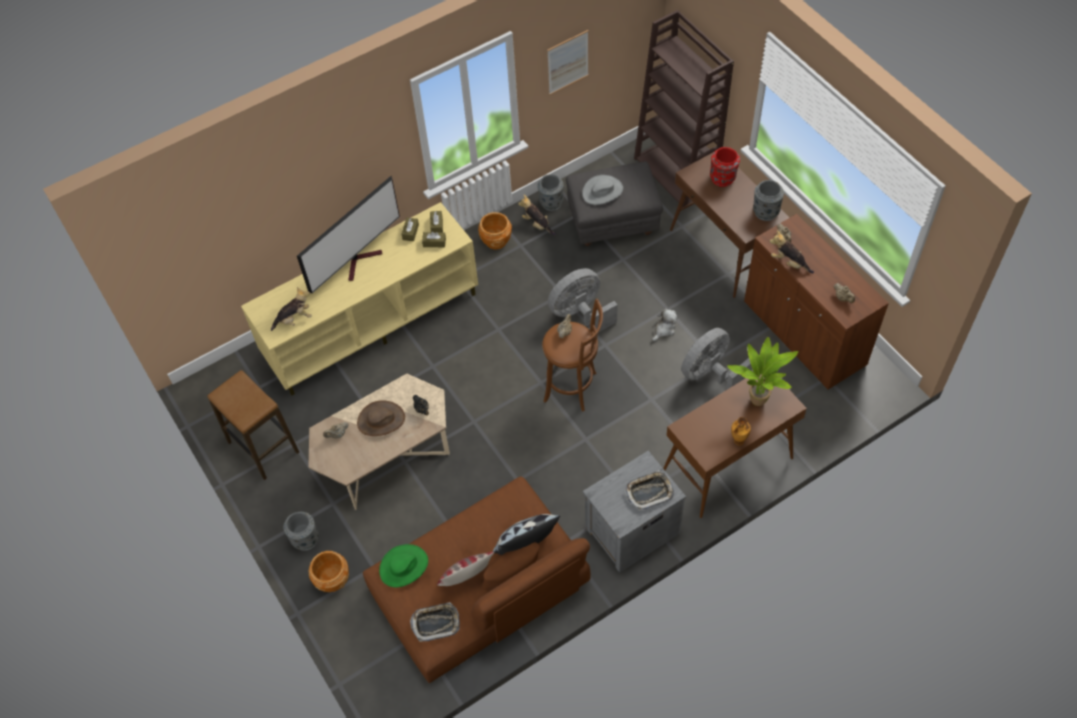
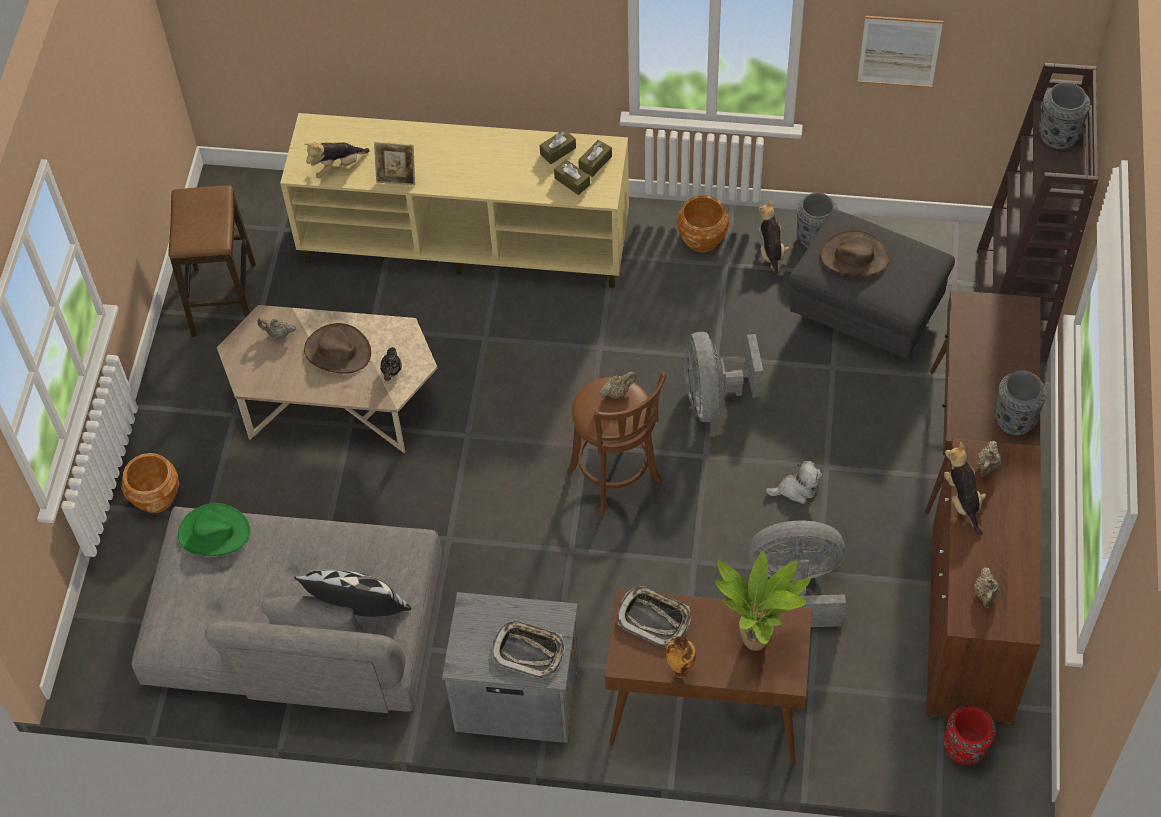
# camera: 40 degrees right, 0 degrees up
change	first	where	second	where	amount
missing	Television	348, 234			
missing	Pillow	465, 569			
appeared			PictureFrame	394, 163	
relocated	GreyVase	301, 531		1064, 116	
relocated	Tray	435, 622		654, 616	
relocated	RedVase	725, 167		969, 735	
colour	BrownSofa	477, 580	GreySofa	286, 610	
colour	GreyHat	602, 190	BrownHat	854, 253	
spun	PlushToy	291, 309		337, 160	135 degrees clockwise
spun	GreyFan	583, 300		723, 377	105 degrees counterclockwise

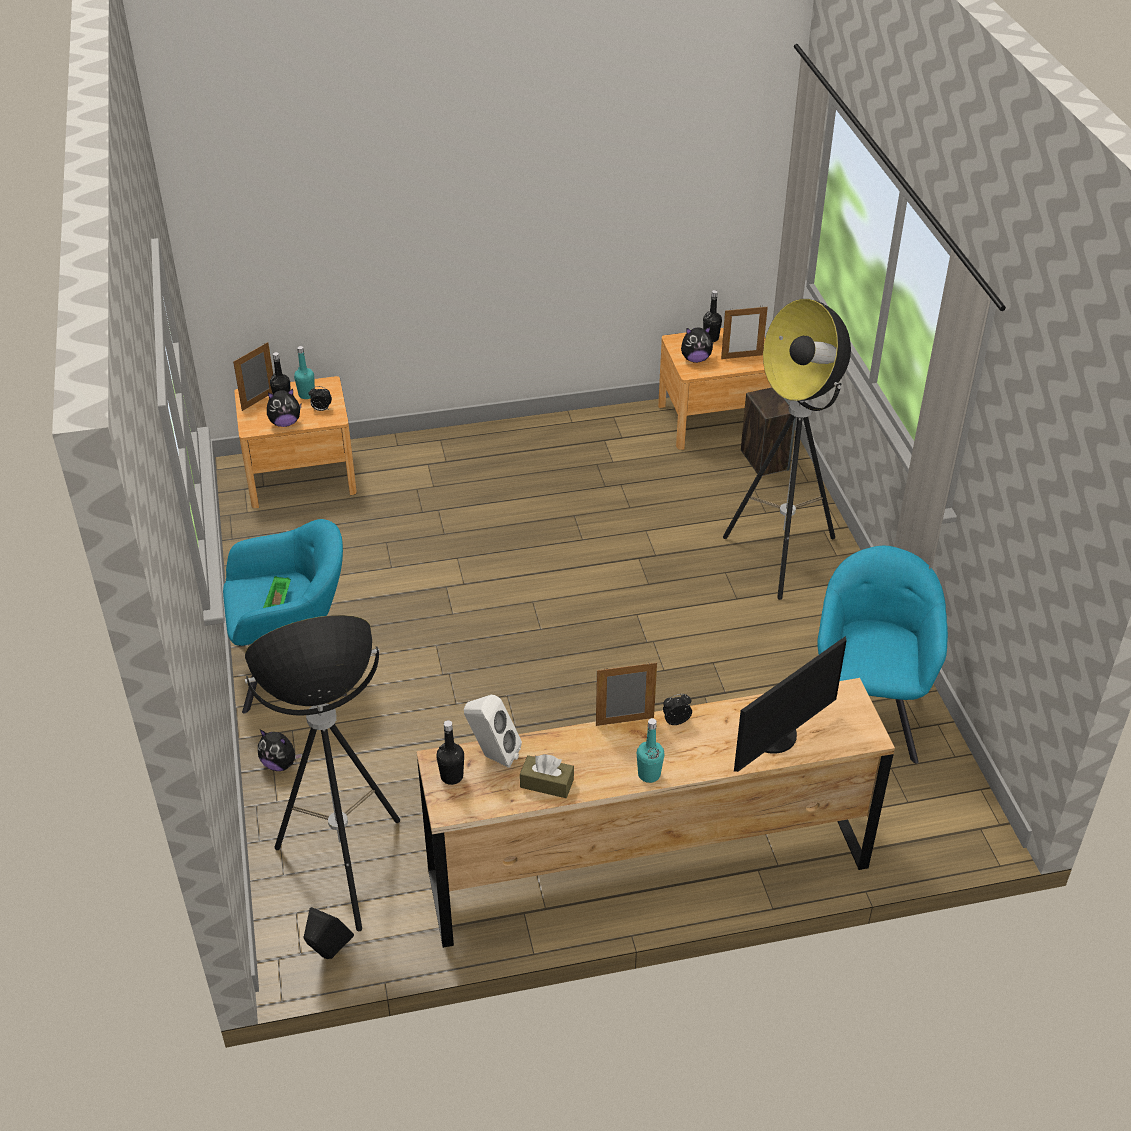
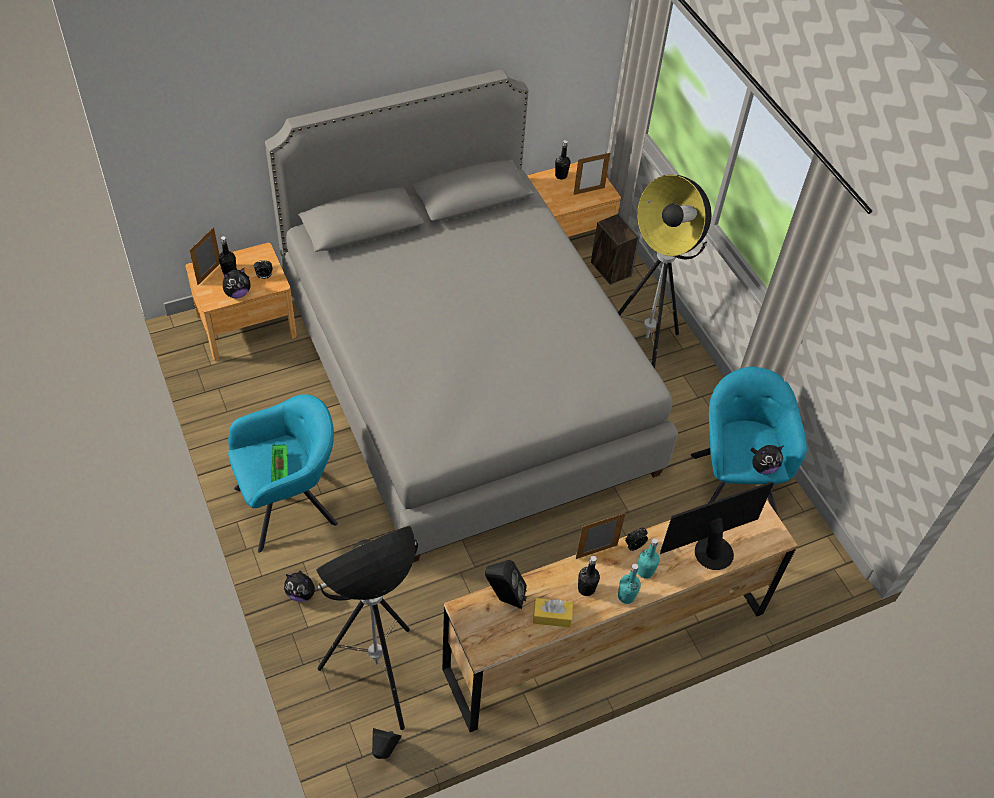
# camera: 15 degrees left, 10 degrees up
change	first	where	second	where	amount
appeared			GreyBed	471, 316	
relocated	TurquoiseBottle	304, 372		648, 558	
relocated	BlackBottle	450, 752		589, 576	
relocated	PlushToy	697, 345		766, 459	
colour	WhiteSpeaker	493, 731	BlackSpeaker	506, 584	
colour	BrownTissueBox	547, 776	YellowTissueBox	553, 612	
spun	Monitor	790, 704		717, 526	150 degrees counterclockwise

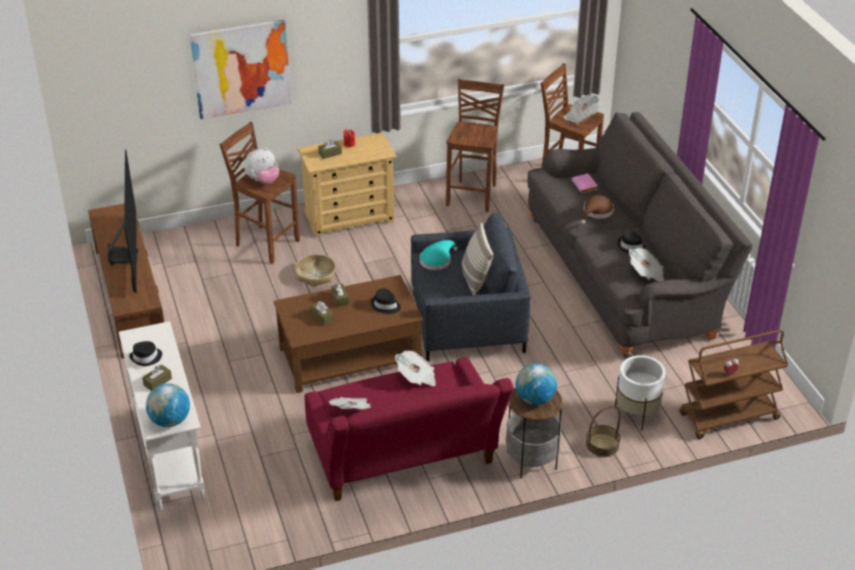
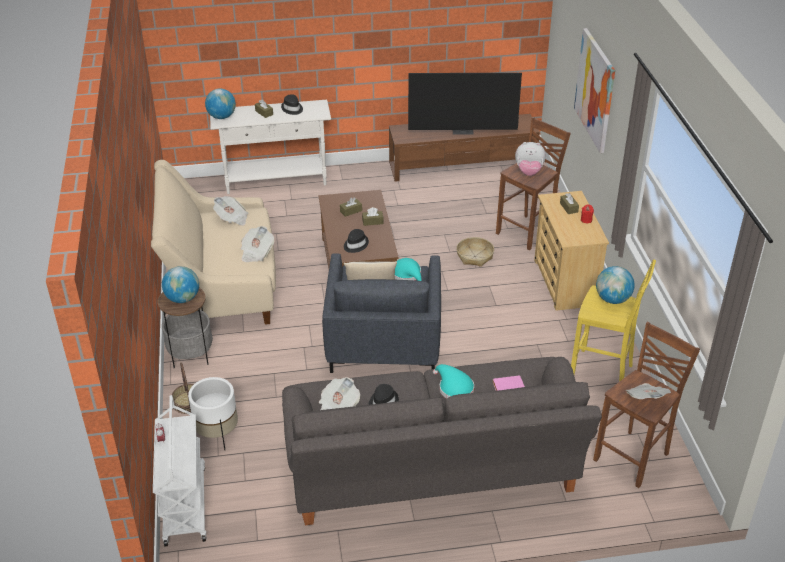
# camera: 100 degrees right, 0 degrees up
change	first	where	second	where	amount
appeared			Globe	615, 285	
colour	RedSofa	409, 429	BeigeSofa	213, 242	
colour	BrownStool	475, 145	YellowStool	613, 320	
colour	BrownHat	597, 209	TurquoiseHat	453, 381	
colour	BrownCart	734, 384	WhiteCart	180, 470	
spun	PlushToy	261, 165		530, 159	60 degrees counterclockwise

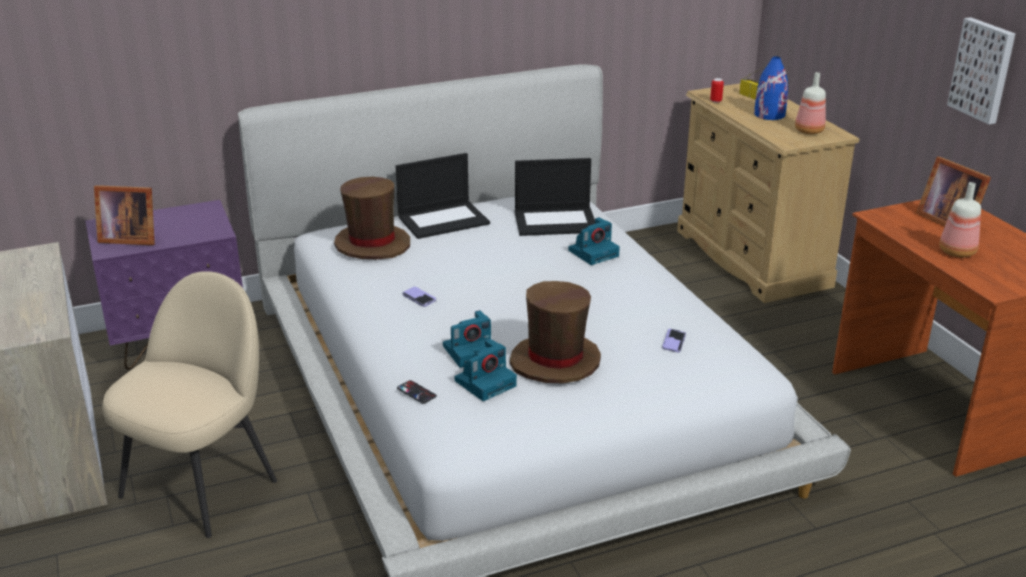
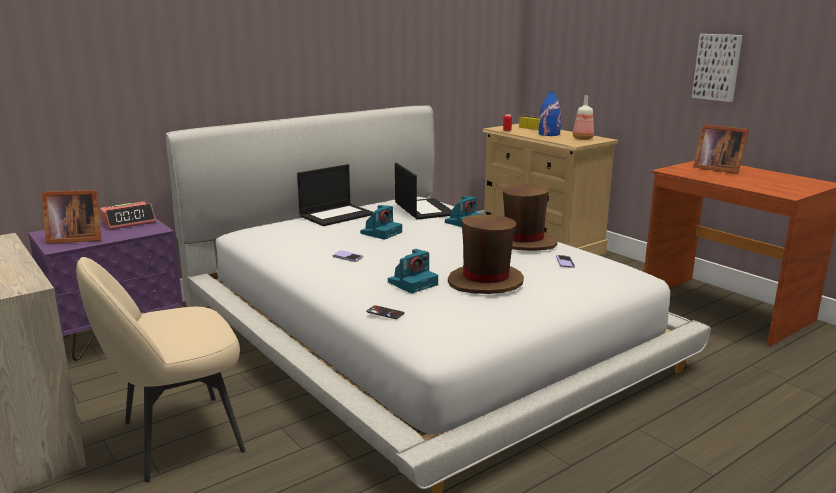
# camera: 15 degrees left, 10 degrees down
change	first	where	second	where	amount
missing	Bottle	960, 219			
appeared			AlarmClock	128, 215	
relocated	BrownHat	372, 218		529, 218	
relocated	PhotoCamera	486, 370		381, 222	
spun	BeigeChair	189, 404		161, 369	135 degrees counterclockwise
spun	Laptop	555, 197		423, 191	90 degrees counterclockwise

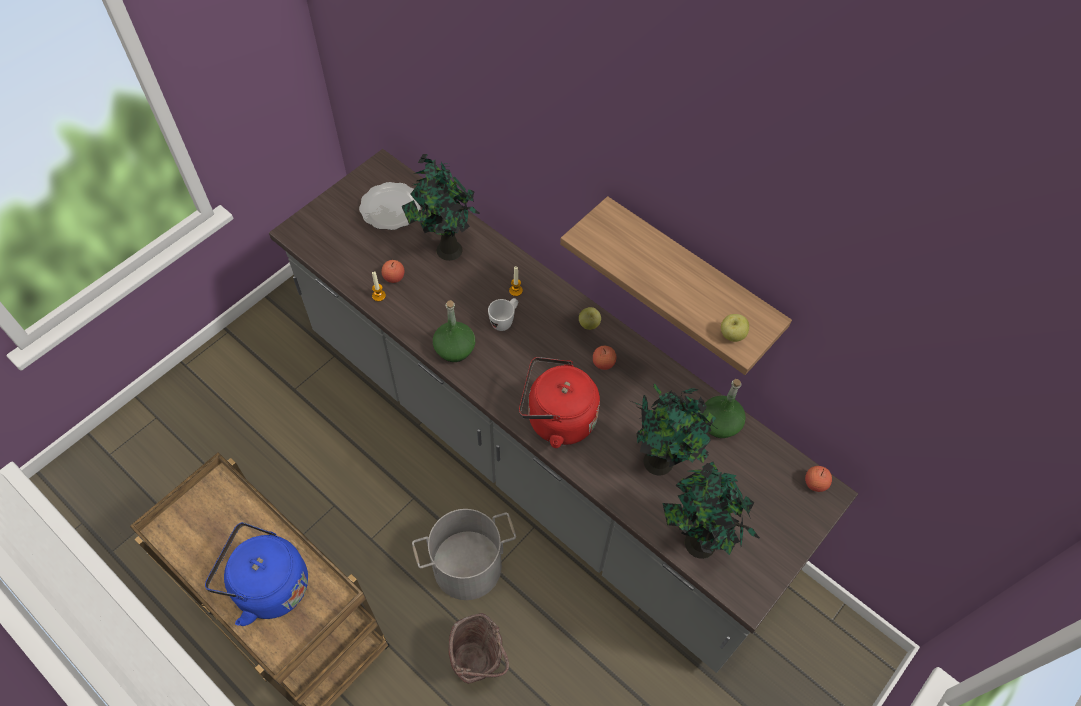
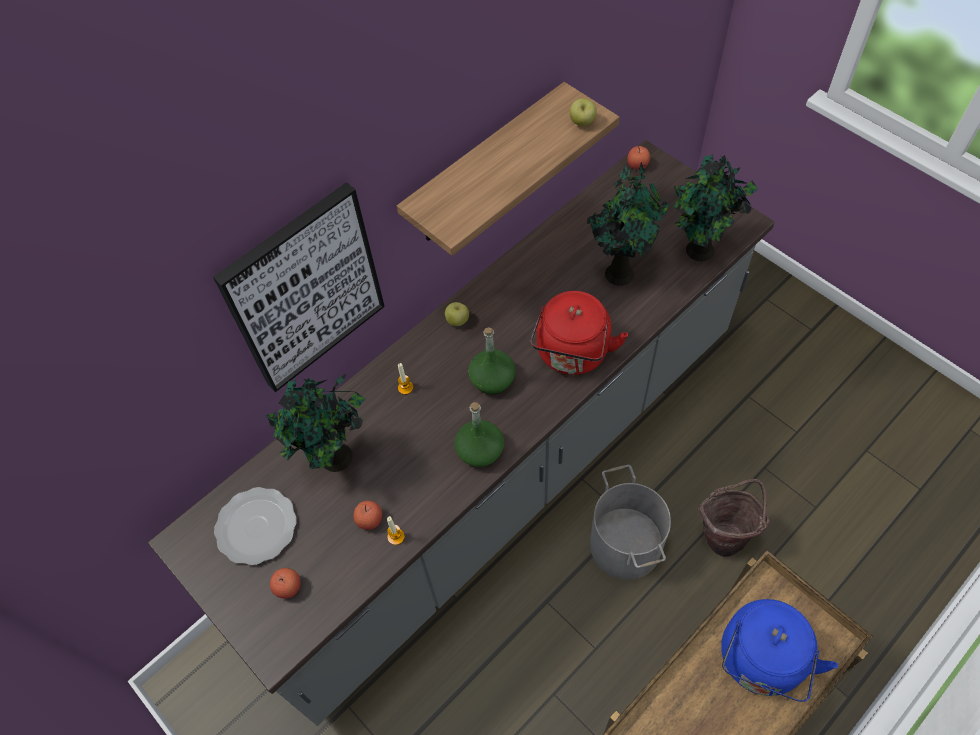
# camera: 80 degrees left, 0 degrees up
change	first	where	second	where	amount
missing	WhiteMug	503, 314			
appeared			Picture	299, 287	
relocated	Apple	604, 358		285, 583	
relocated	GreenBottle	723, 408		492, 360	

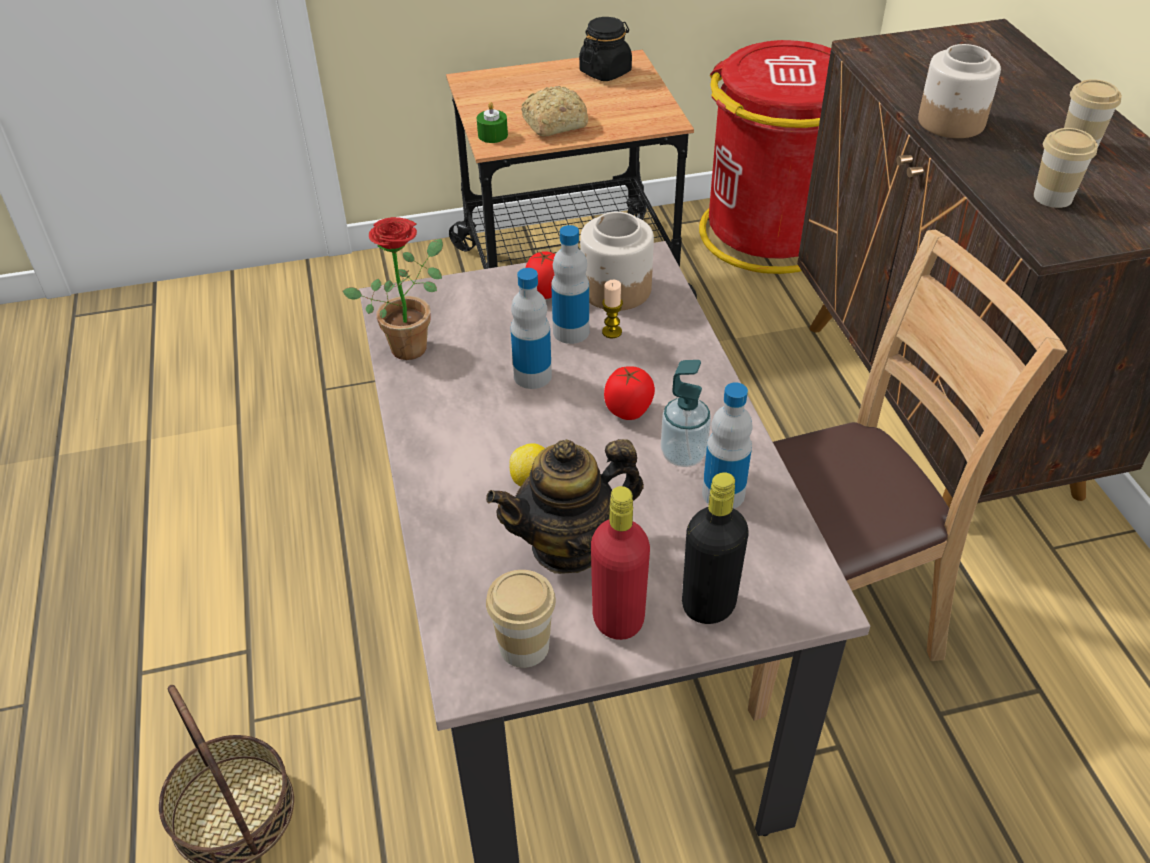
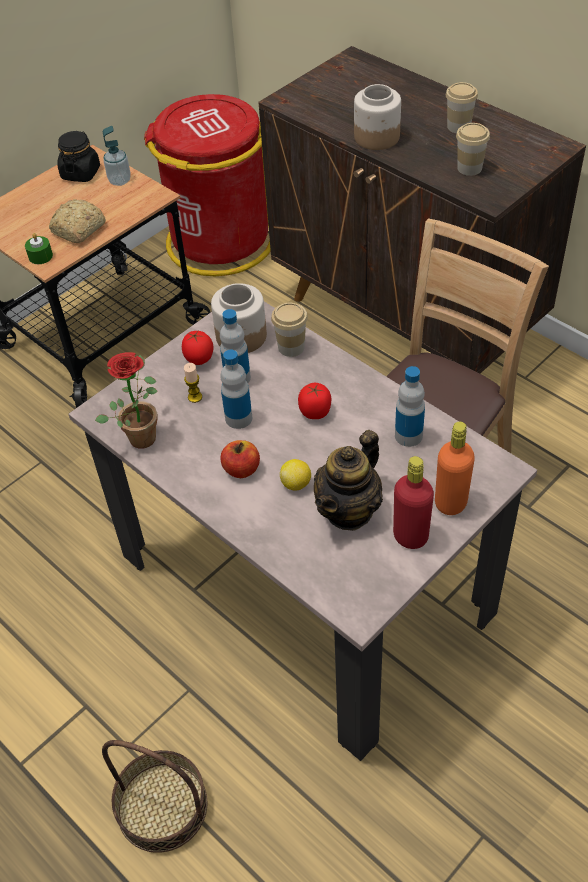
# camera: 30 degrees left, 5 degrees up
change	first	where	second	where	amount
appeared			Apple	240, 459	
relocated	Cup	521, 619		289, 330	
relocated	Candle	612, 309		193, 383	
relocated	SoapDispenser	686, 413		117, 156	
colour	BlackBottle	715, 548	OrangeBottle	455, 468	

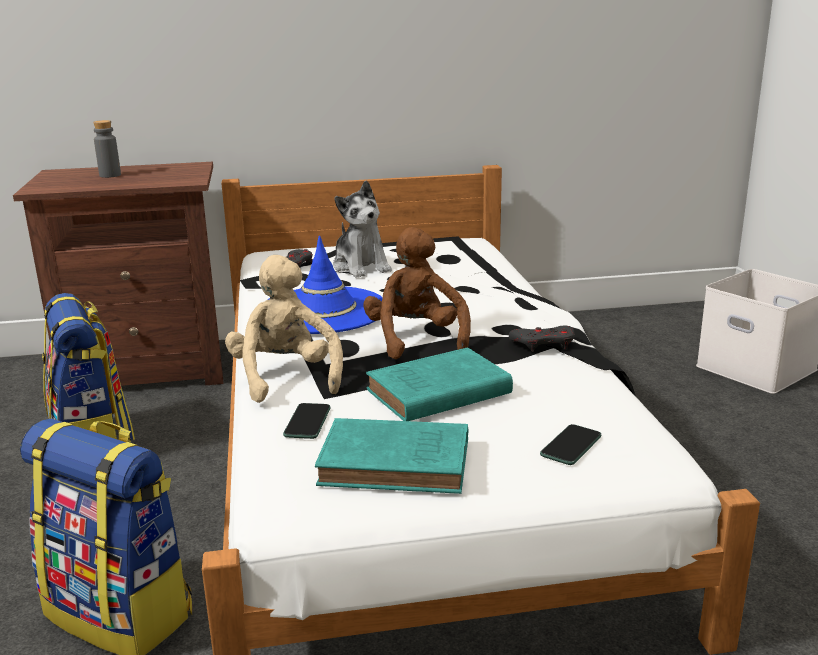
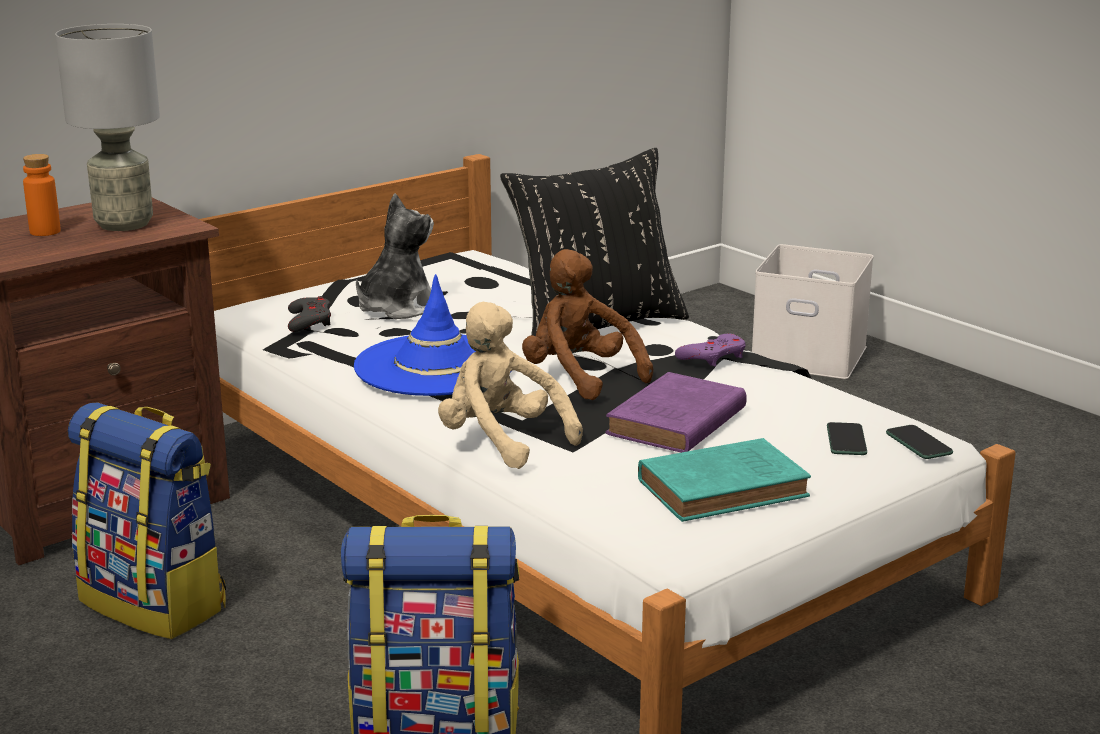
# camera: 30 degrees left, 0 degrees up
change	first	where	second	where	amount
appeared			GreyTableLamp	107, 127	
appeared			BlackPillow	594, 242	
relocated	Phone	307, 421		919, 442	
colour	GreyBottle	107, 149	OrangeBottle	42, 195	
colour	TurquoiseBook	439, 384	PurpleBook	676, 412	
colour	GreyGameController	542, 339	PurpleGameController	710, 350	
spun	PlushToy	362, 229		395, 256	90 degrees counterclockwise

